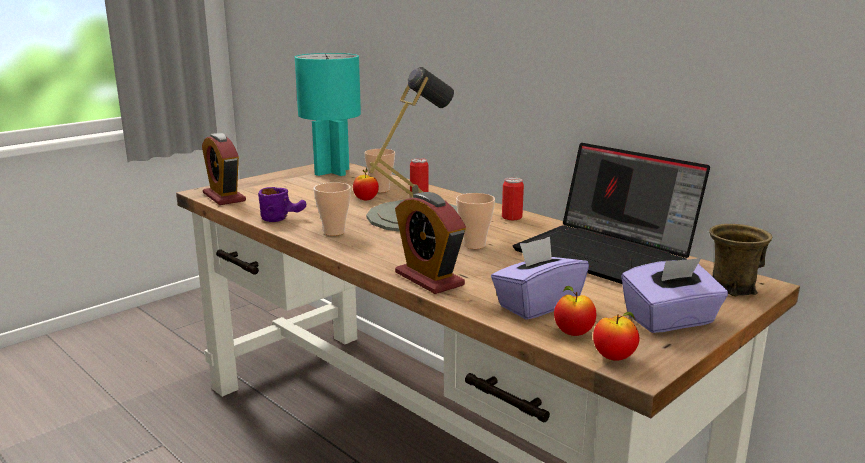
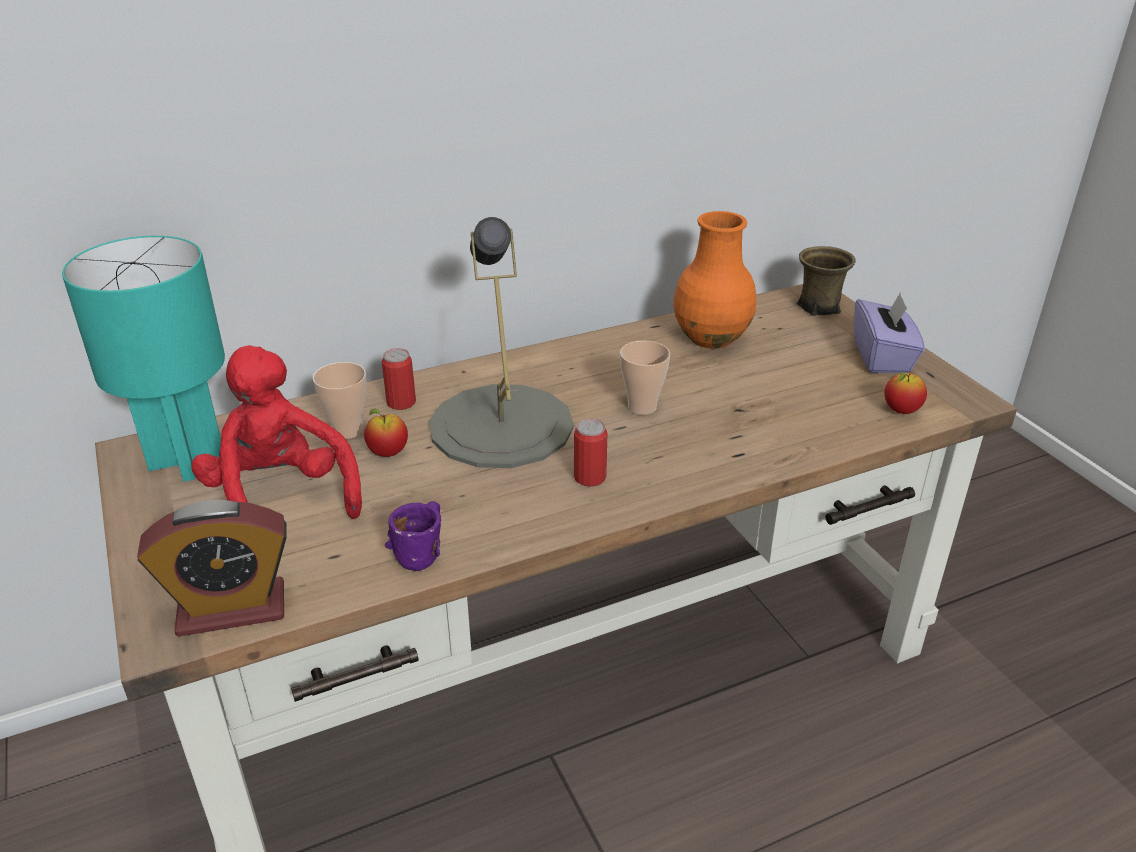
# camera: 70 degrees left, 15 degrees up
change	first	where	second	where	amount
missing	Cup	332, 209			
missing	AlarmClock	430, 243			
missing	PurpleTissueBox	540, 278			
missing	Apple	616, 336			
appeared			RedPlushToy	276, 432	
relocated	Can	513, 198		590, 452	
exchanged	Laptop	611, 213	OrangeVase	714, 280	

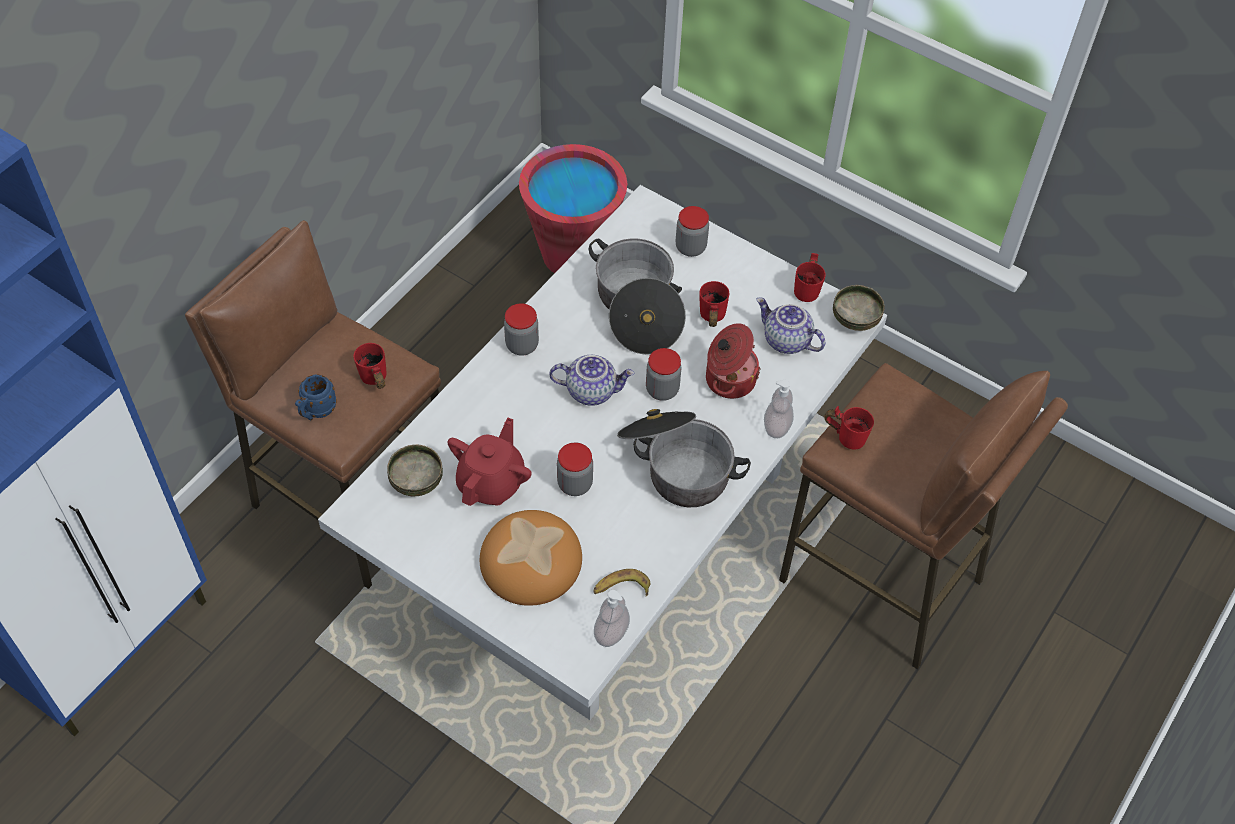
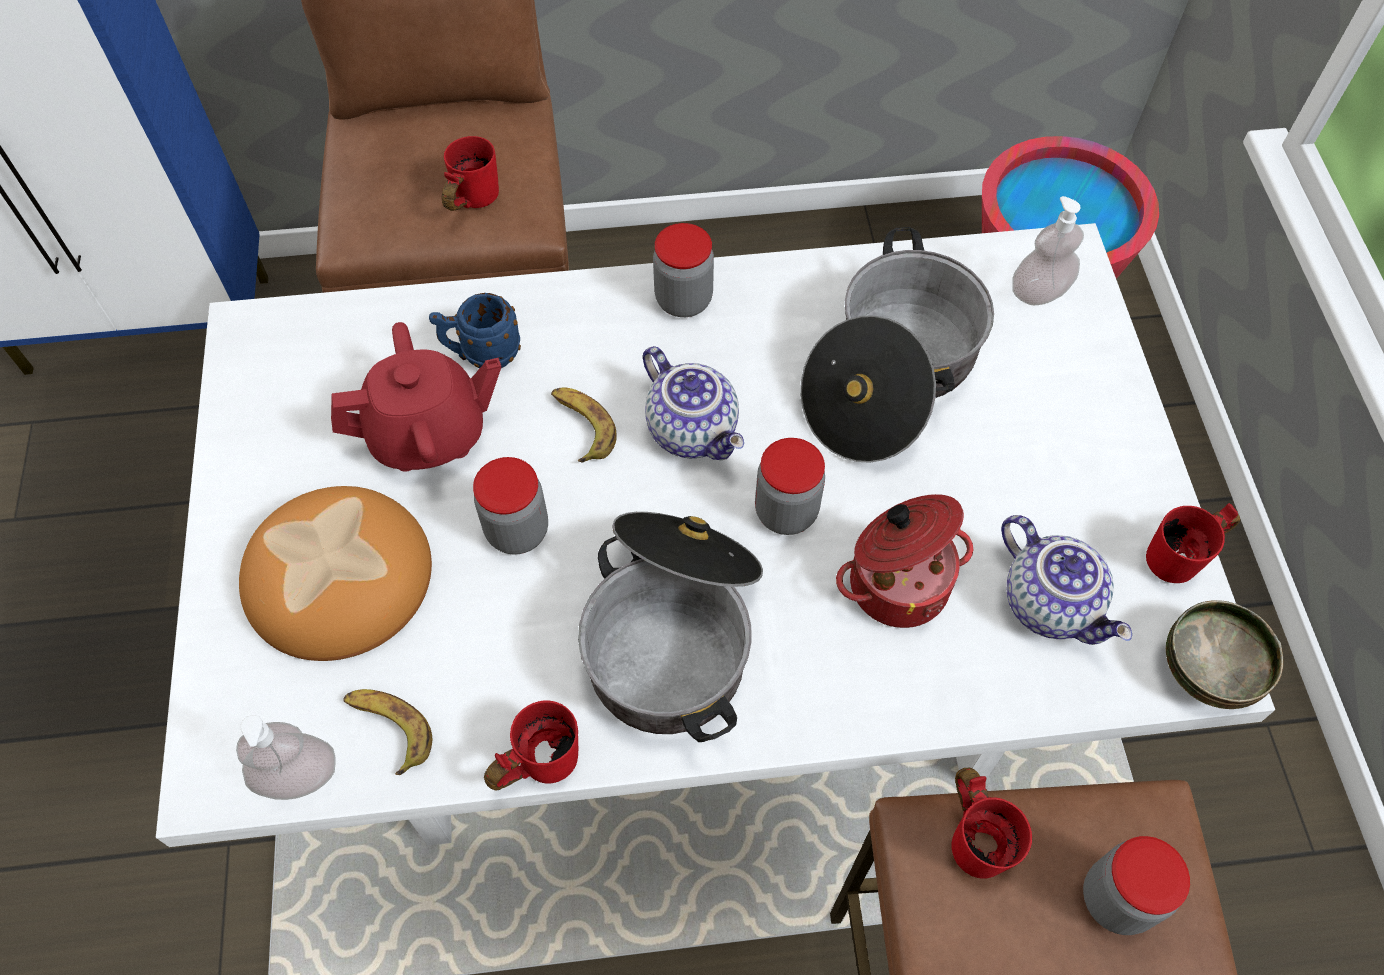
# camera: 50 degrees right, 5 degrees up
change	first	where	second	where	amount
missing	Bowl	415, 470			
appeared			Banana	584, 424	
relocated	BlueMug	316, 397		475, 330	
relocated	Jar	692, 231		1136, 885	
relocated	RedMug	714, 304		531, 745	
relocated	SoapDispenser	779, 409		1048, 250	
spun	Teapot	790, 325		1066, 580	150 degrees clockwise

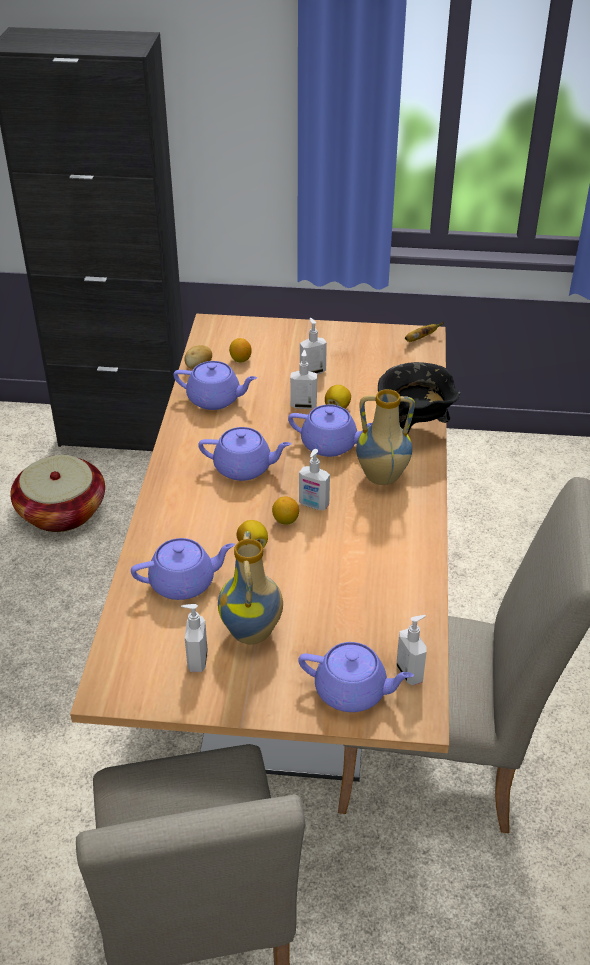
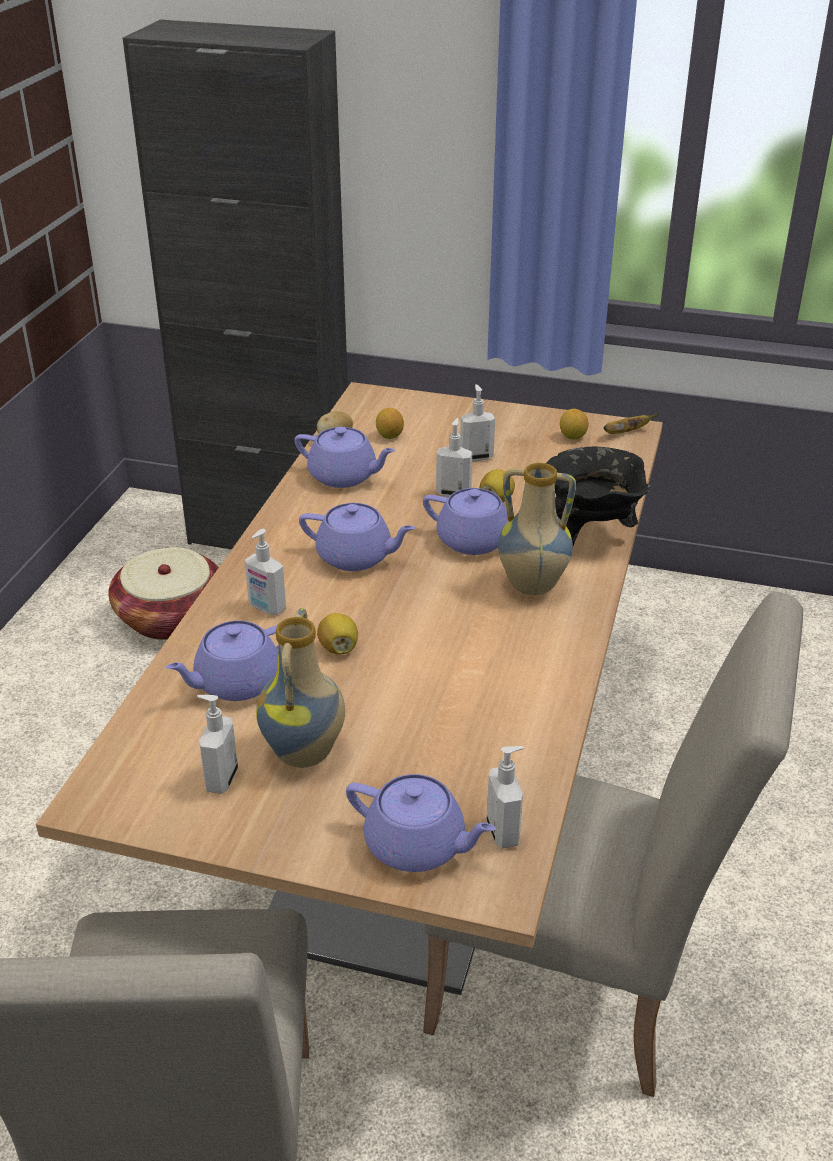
# camera: 10 degrees right, 5 degrees down
change	first	where	second	where	amount
relocated	Lemon	285, 510		574, 424	
relocated	SoapDispenser	314, 479		265, 572	
spun	PurpleTeapot	183, 569		221, 661	150 degrees clockwise

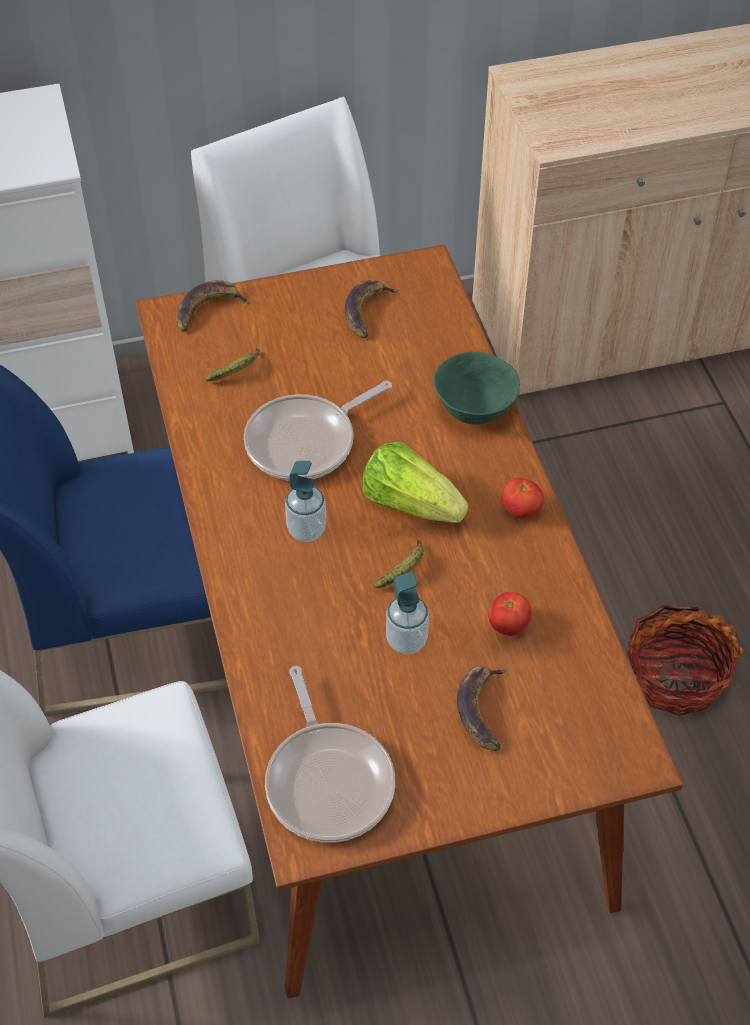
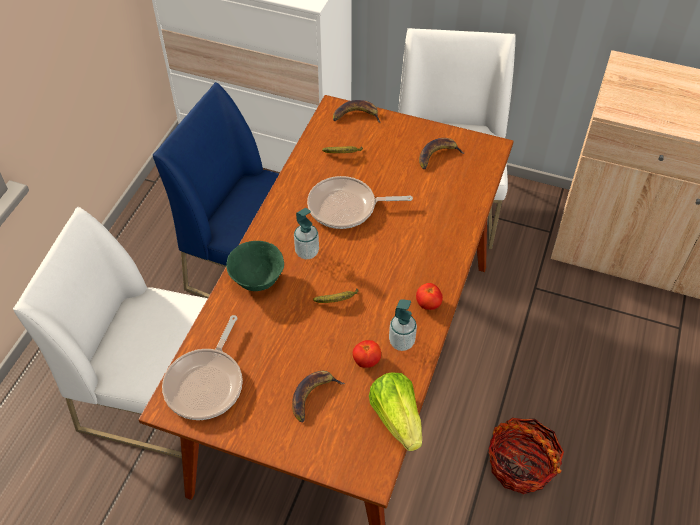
# camera: 35 degrees right, 0 degrees up
change	first	where	second	where	amount
relocated	Lettuce	415, 482		395, 411	
relocated	SoapDispenser	407, 612		403, 325	
relocated	GreenBowl	477, 387		255, 266	

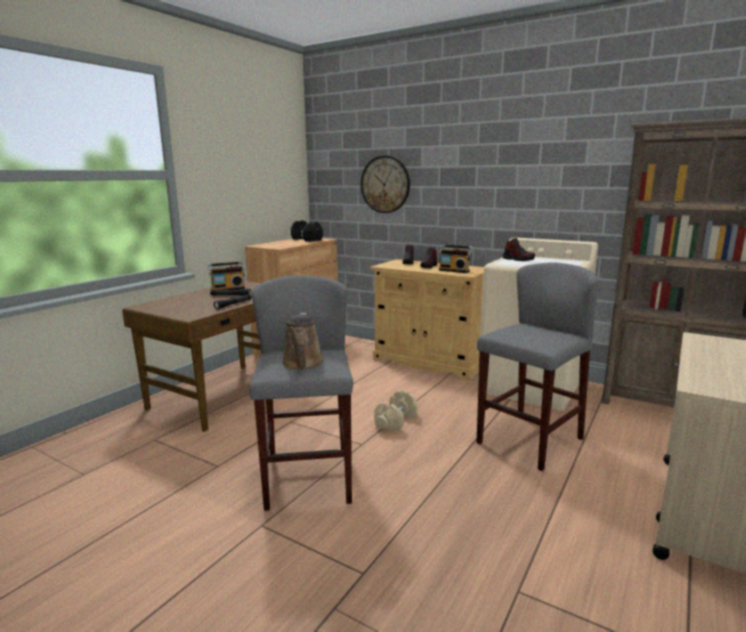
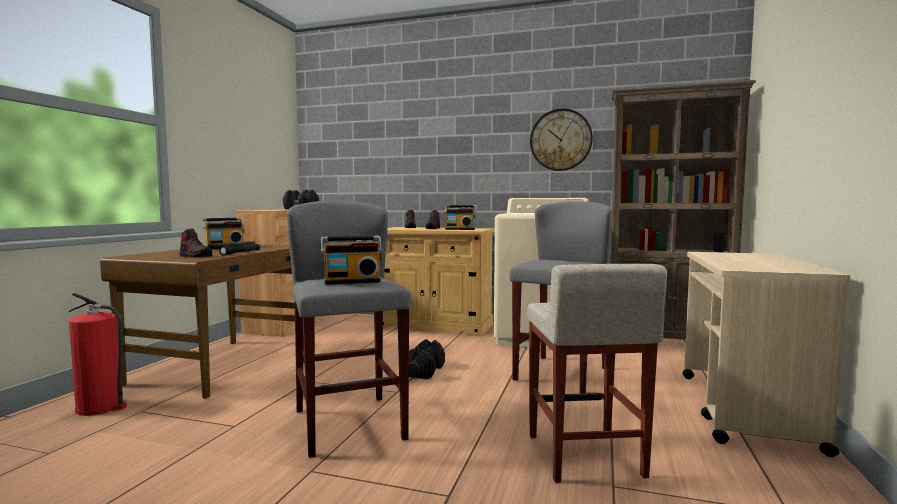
# camera: 15 degrees left, 10 degrees down
change	first	where	second	where	amount
appeared			FireExtinguisher	98, 354	
appeared			BeigeStool	597, 373	
relocated	WallClock	385, 184		561, 139	
relocated	Shoe	519, 249		195, 243	
exchanged	BrownWateringCan	302, 341	Radio	352, 260	
colour	BeigeDumbbell	395, 411	BlackDumbbell	427, 359	

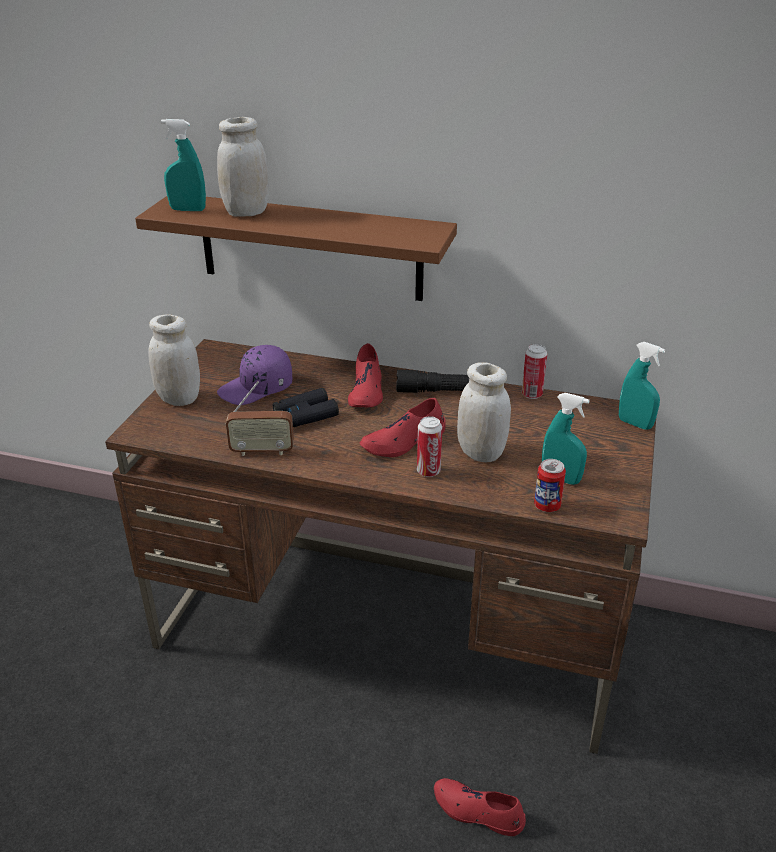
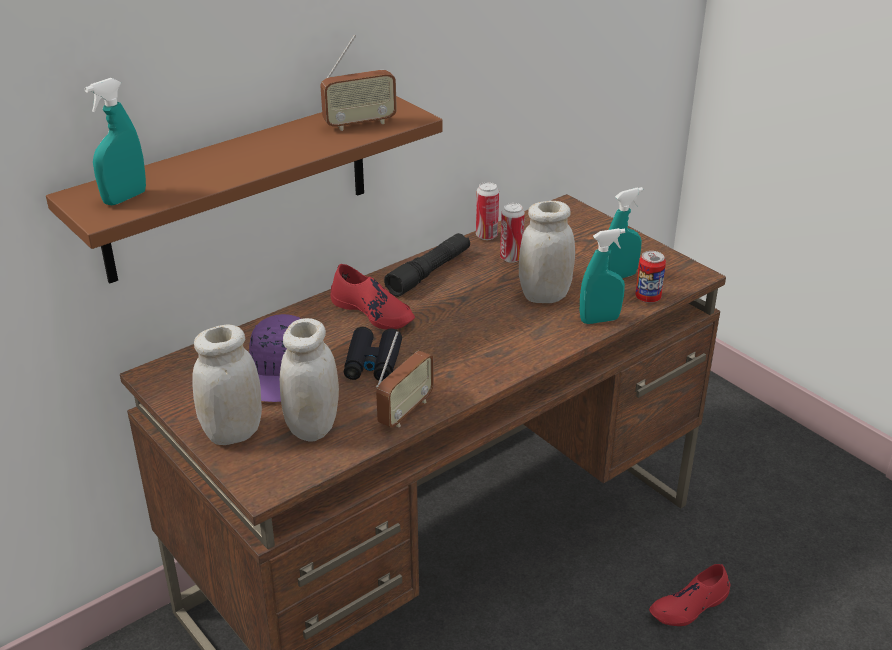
# camera: 55 degrees left, 0 degrees up
change	first	where	second	where	amount
missing	RedShoe	402, 427			
appeared			Radio	358, 83	
relocated	WhiteJar	243, 167		309, 379	
relocated	Can	429, 446		512, 233	
relocated	TurquoiseSprayBottle	642, 386		602, 276	

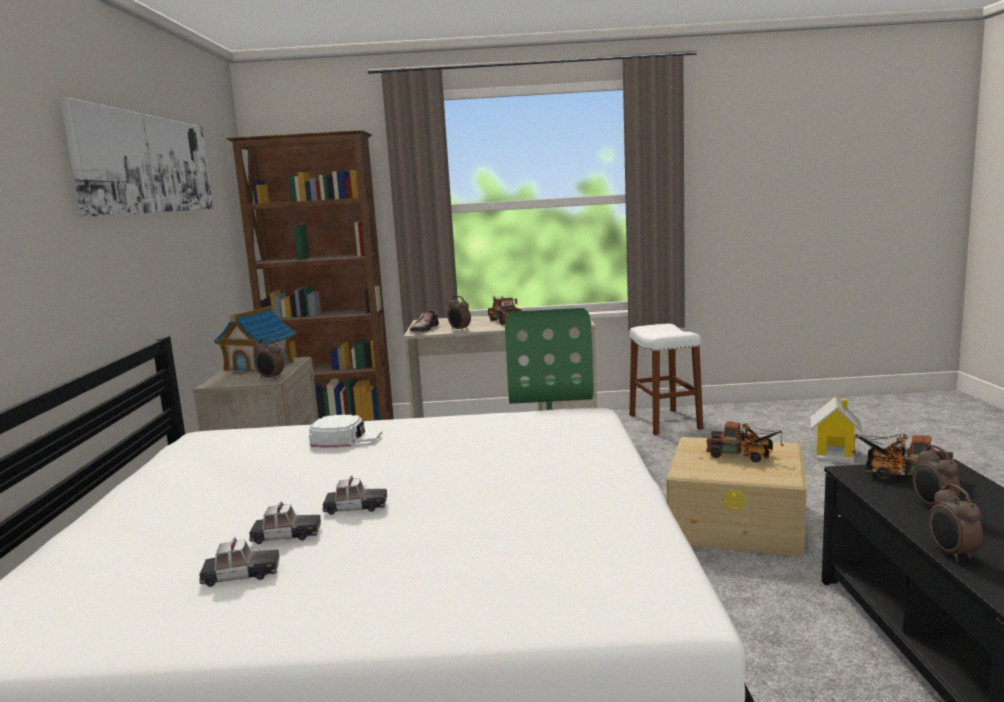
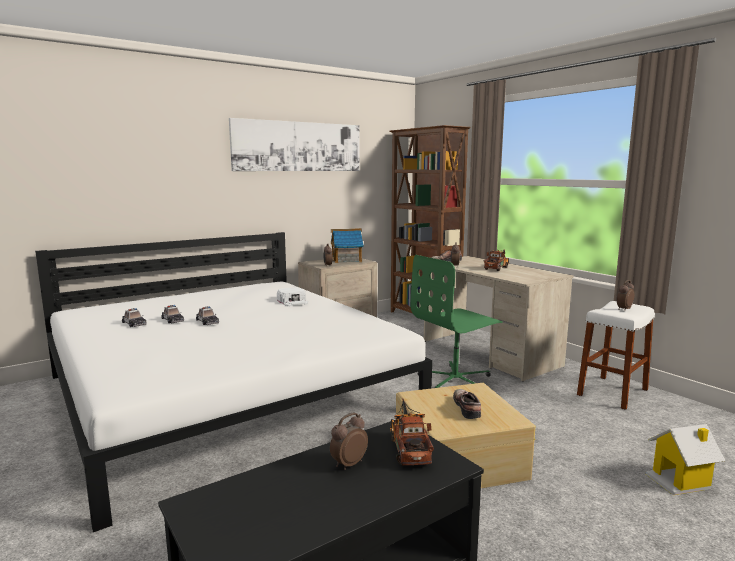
# camera: 55 degrees right, 0 degrees up
change	first	where	second	where	amount
relocated	AlarmClock	955, 523		625, 295	
exchanged	ToyTruck	745, 442	Shoe	467, 404	

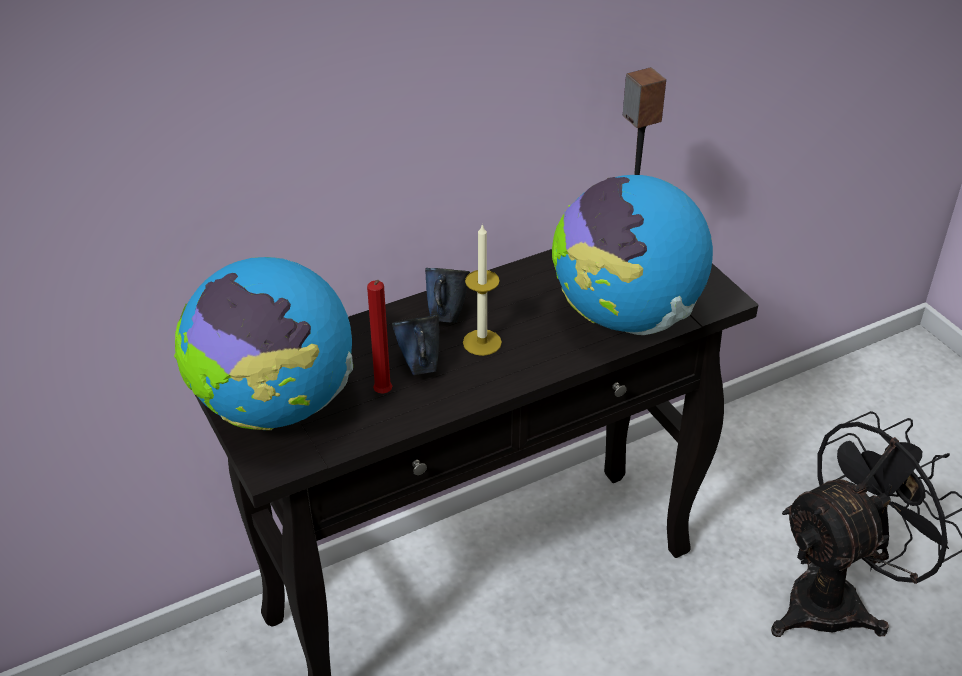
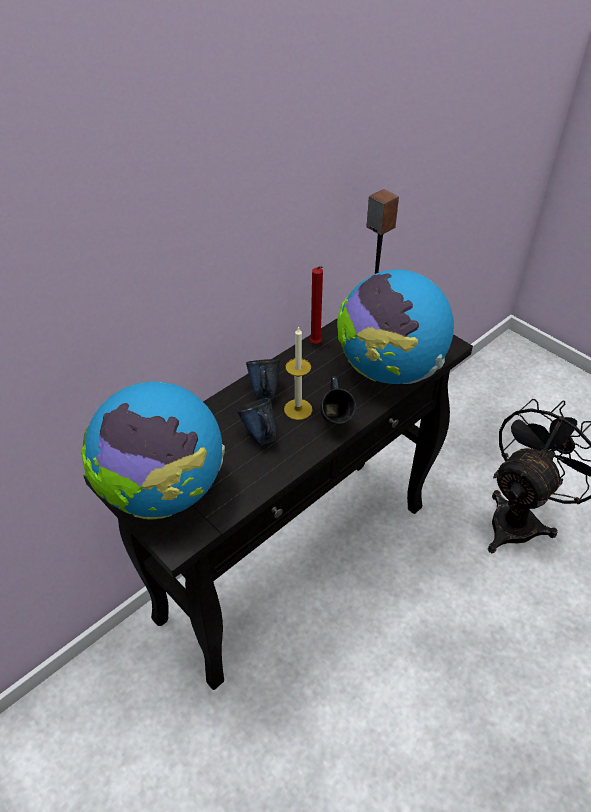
# camera: 15 degrees left, 5 degrees up
change	first	where	second	where	amount
appeared			BlueMug	338, 400	
relocated	RedCandle	380, 337		316, 305	

